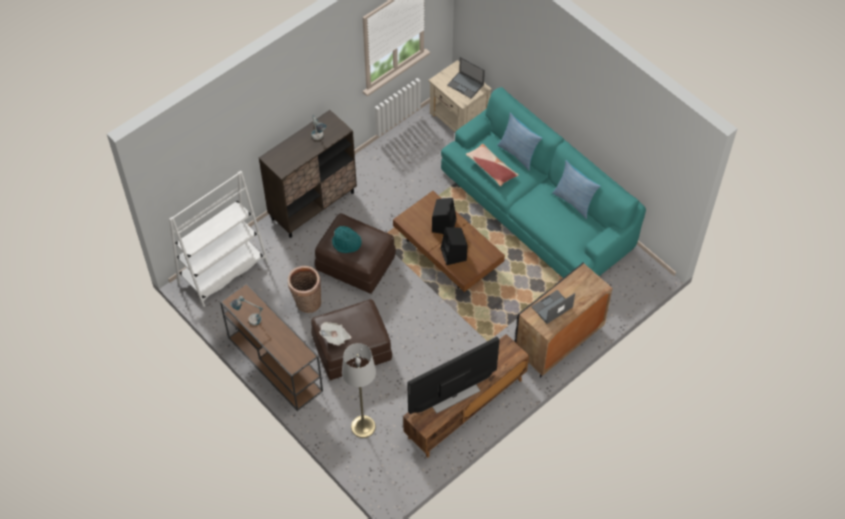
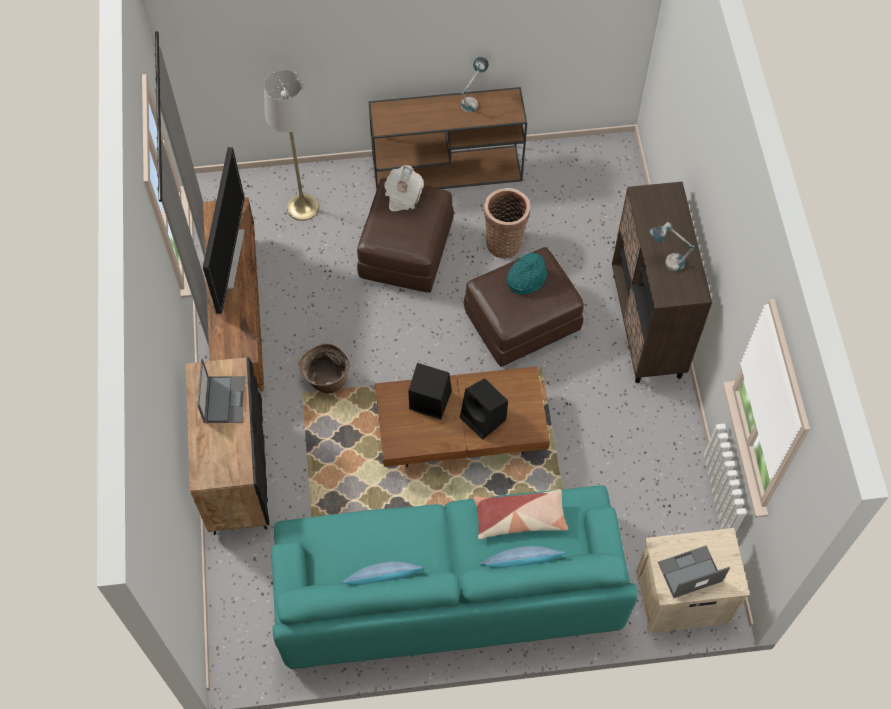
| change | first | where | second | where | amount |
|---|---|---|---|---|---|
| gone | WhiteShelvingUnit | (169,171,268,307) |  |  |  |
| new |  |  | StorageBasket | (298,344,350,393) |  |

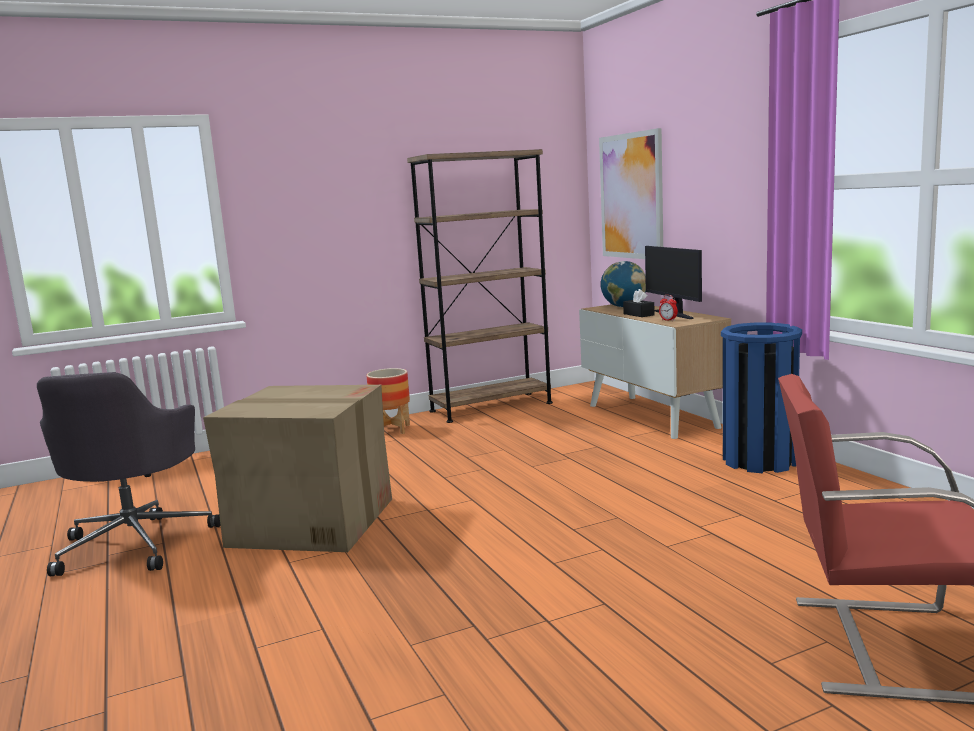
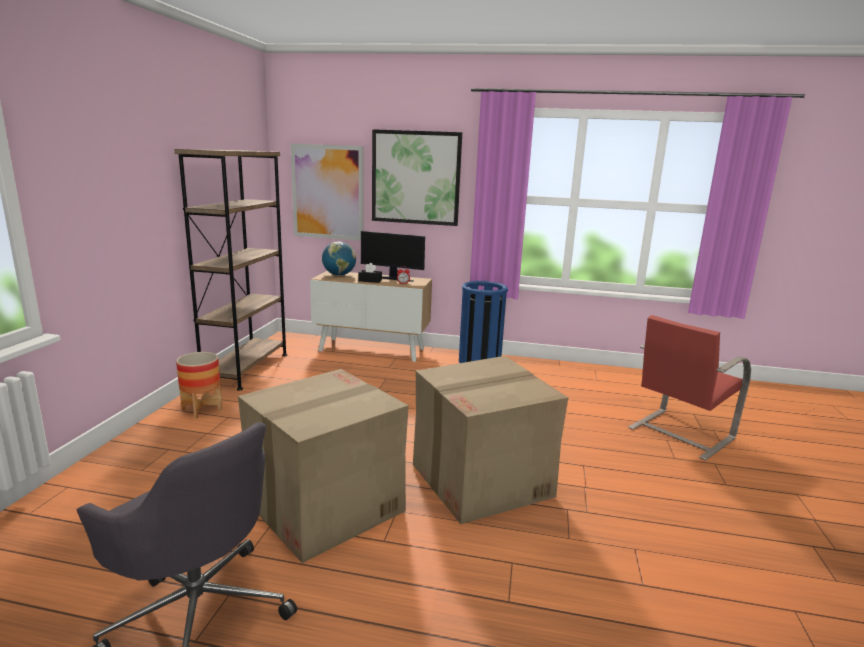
| change | first | where | second | where | amount |
|---|---|---|---|---|---|
| new |  |  | Picture | (372,129,462,226) |  |
| new |  |  | Carton | (413,356,568,524) |  |

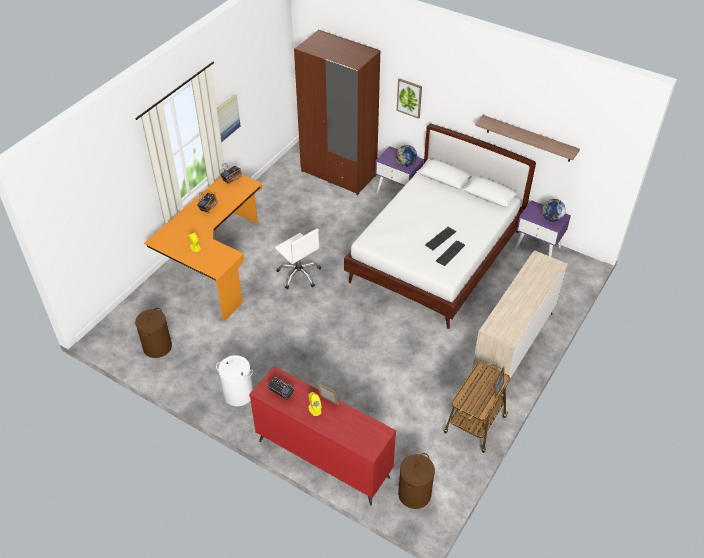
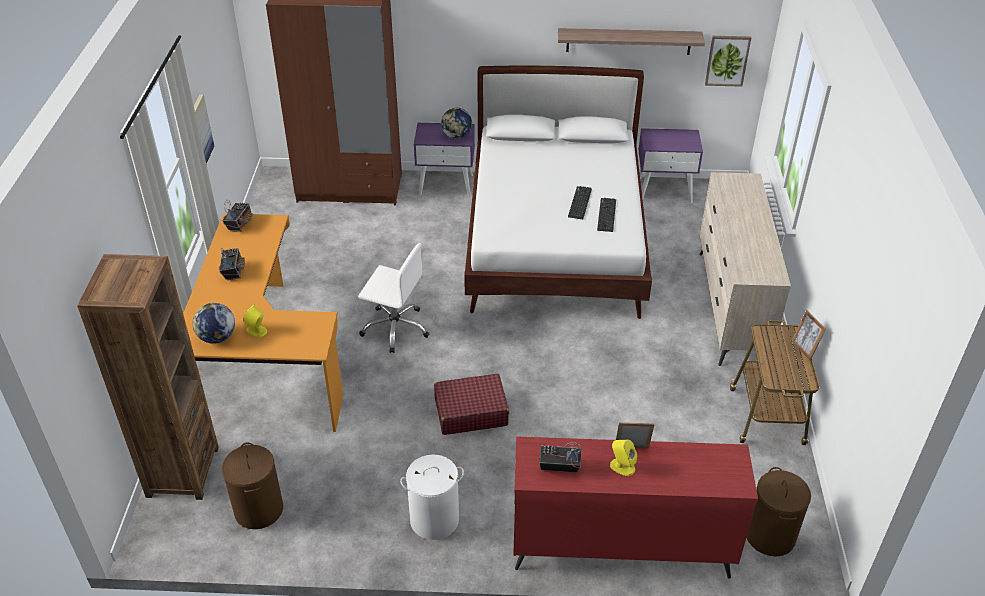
| change | first | where | second | where | amount |
|---|---|---|---|---|---|
| new |  |  | BrownColouredShelvingUnit | (77,254,219,500) |  |
| new |  |  | RedSuitcase | (434,374,509,435) |  |
| shifted | Picture | (397,78,422,119) |  | (705,36,751,87) |  |
| shifted | Globe | (542,199,566,222) |  | (193,303,235,344) |  |

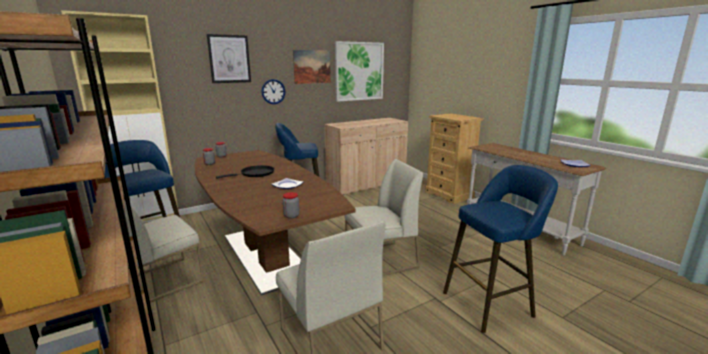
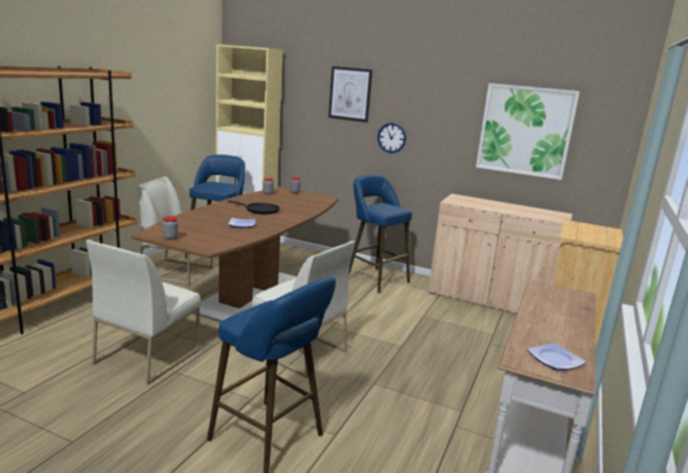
| change | first | where | second | where | amount |
|---|---|---|---|---|---|
| gone | Picture | (293,50,331,84) |  |  |  |

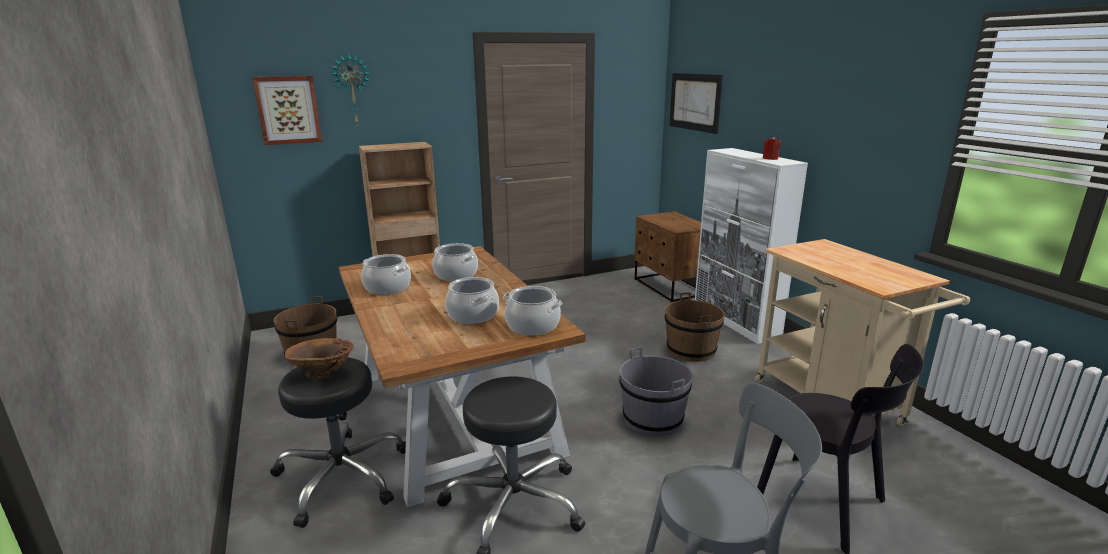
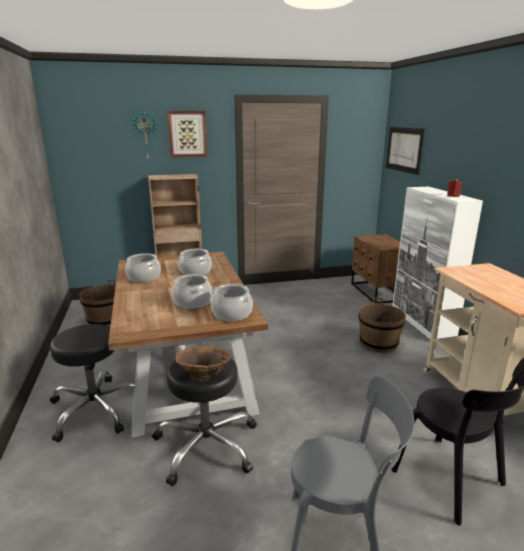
| change | first | where | second | where | amount |
|---|---|---|---|---|---|
| gone | GrayPail | (619,347,693,436) |  |  |  |
| shifted | Picture | (252,76,322,145) |  | (167,111,207,157) |  |
| shifted | BrownColouredFlowerVase | (285,338,354,380) |  | (175,346,231,382) |  |

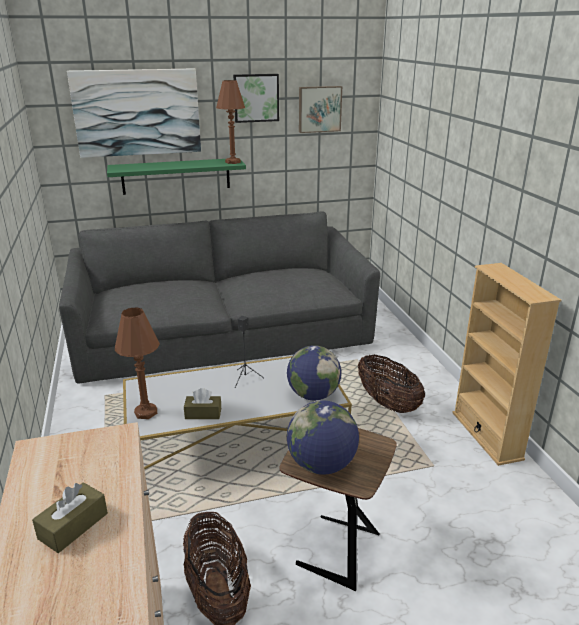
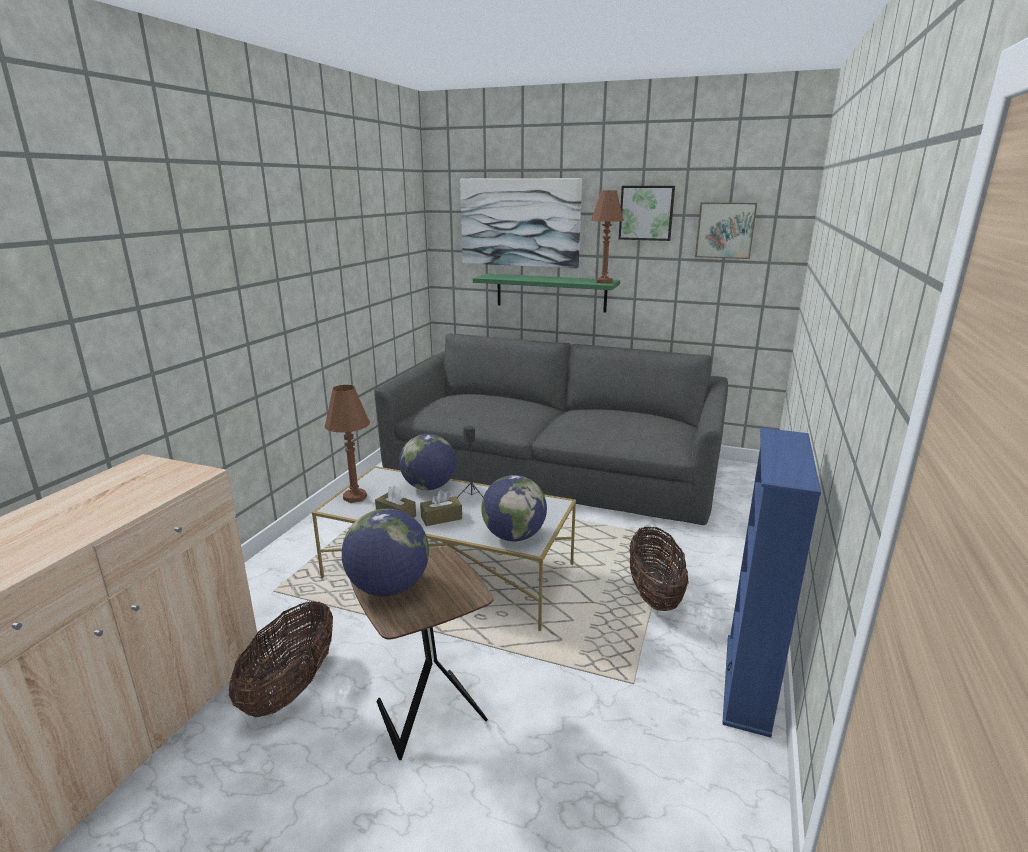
| change | first | where | second | where | amount |
|---|---|---|---|---|---|
| new |  |  | Globe | (399,434,456,490) |  |
| shifted | BrownColouredTissueHolder | (32,482,108,553) |  | (420,490,462,526) |  |
| repainted | BeigeShelvingUnit | (452,263,561,466) | BluishShelvingUnit | (722,428,821,738) |  |

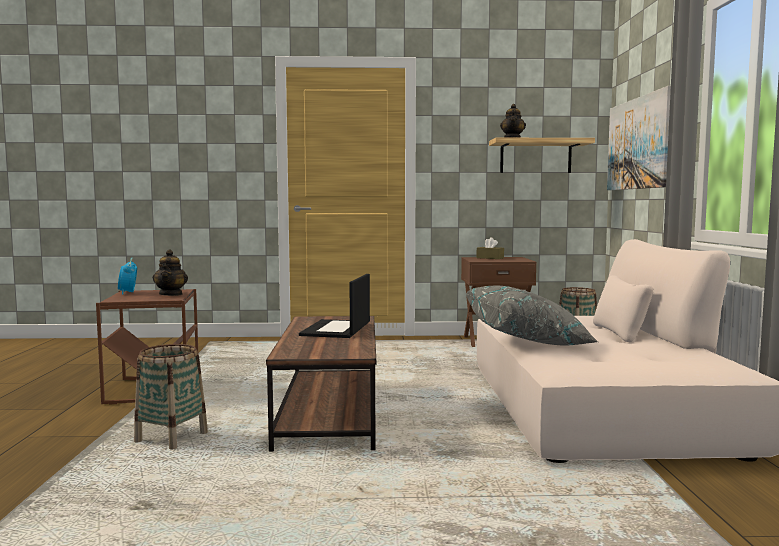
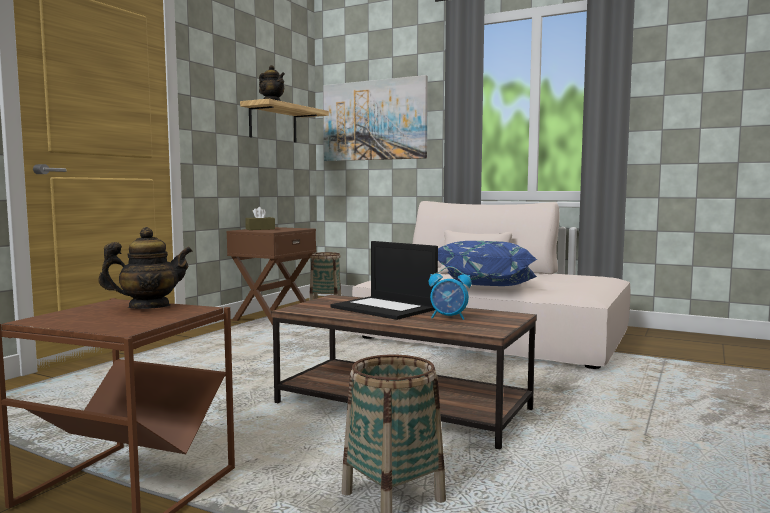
| change | first | where | second | where | amount |
|---|---|---|---|---|---|
| shifted | TableClock | (118,258,137,295) |  | (429,266,472,320) |  |
| repainted | GrayPillow | (466,285,598,345) | BluishPillow | (438,241,537,286) |  |
| rotated | TeaPot | (152,249,188,296) |  | (98,227,193,309) | 45 degrees counterclockwise |

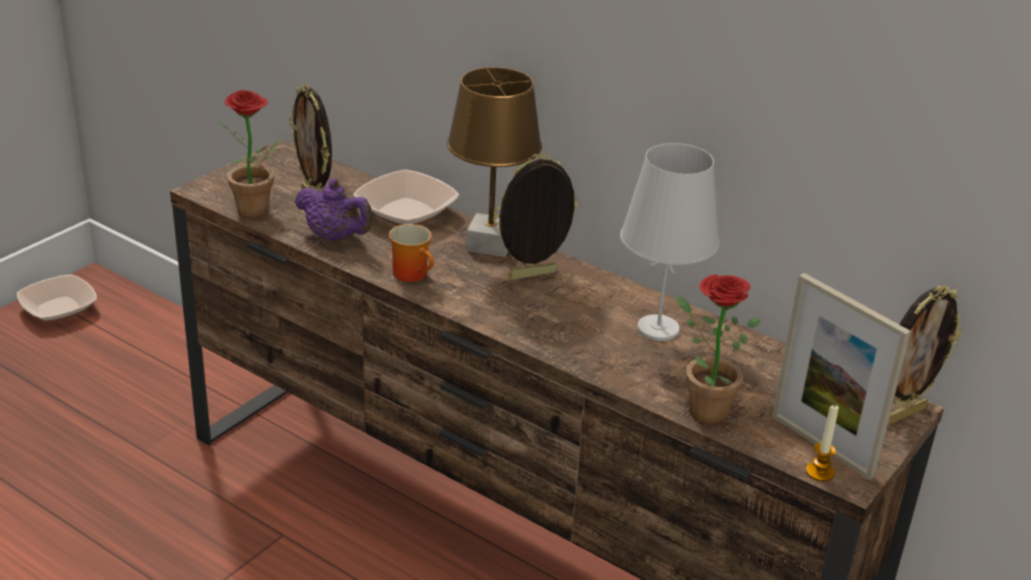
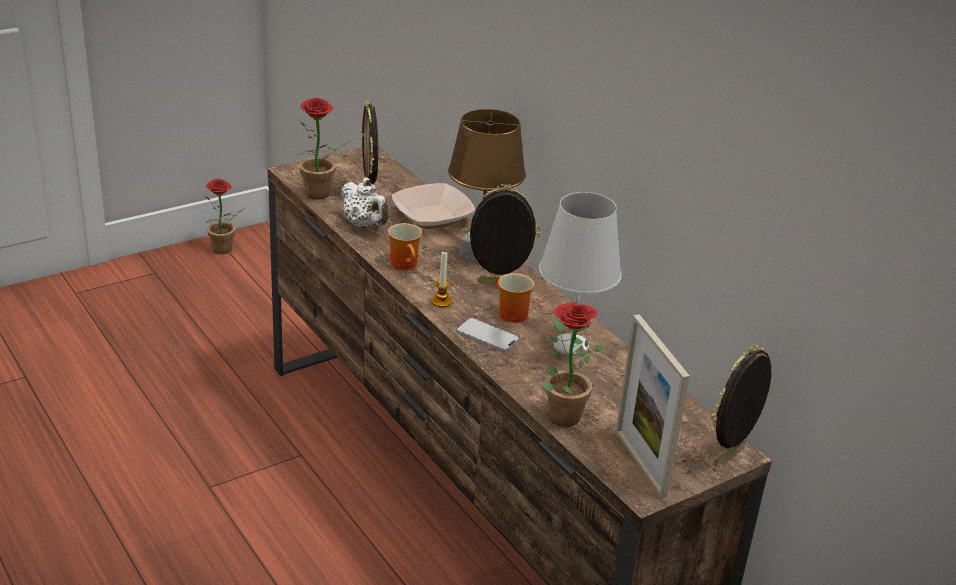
| change | first | where | second | where | amount |
|---|---|---|---|---|---|
| new |  |  | Telephone | (456,318,519,352) |  |
| new |  |  | CoffeeMug | (496,273,534,323) |  |
| shifted | WaxCandle | (806,405,839,482) |  | (432,251,452,307) |  |
| swapped | Bowl | (17,274,97,322) | Houseplant | (205,179,245,254) |  |
| repainted | PurplishTeaPot | (295,178,373,242) | WhiteTeaPot | (341,178,388,228) |  |
| rotated | PictureFrame | (888,285,962,425) |  | (711,344,771,466) | 150 degrees clockwise |

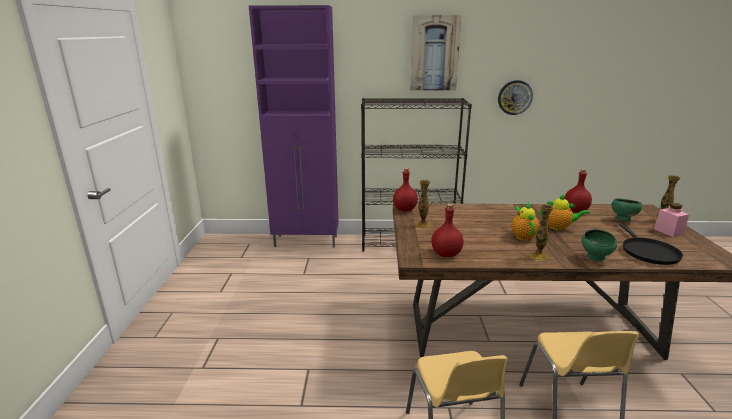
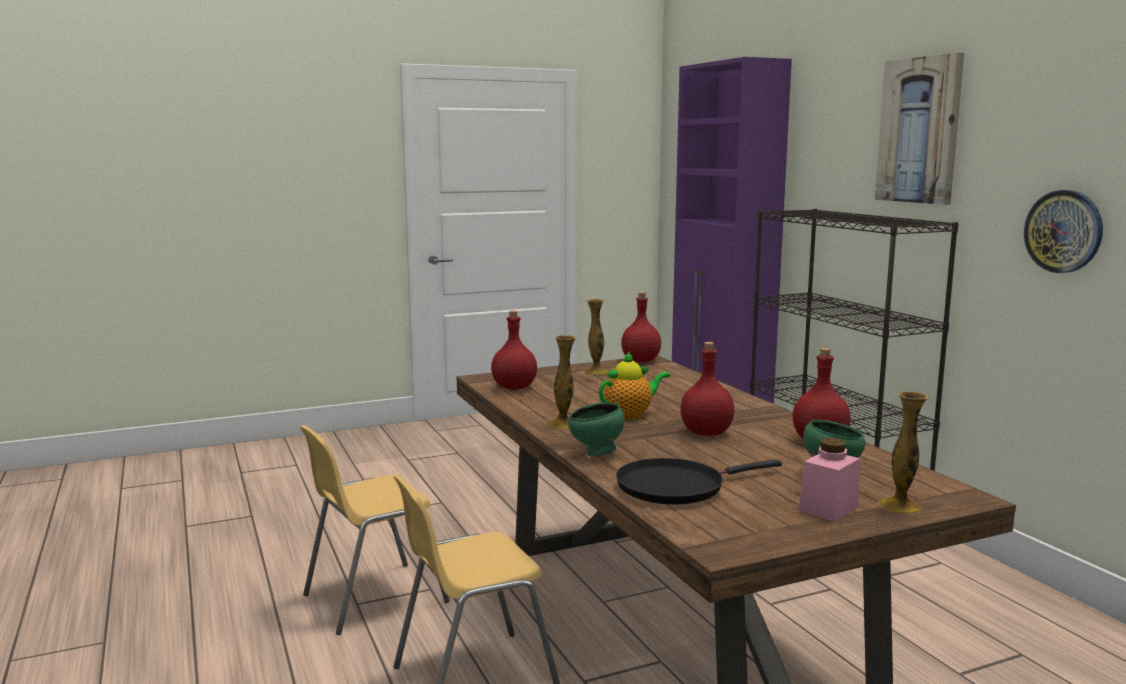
| change | first | where | second | where | amount |
|---|---|---|---|---|---|
| swapped | TeaPot | (540,194,590,230) | RedBeverageBottle | (680,342,734,436) |  |

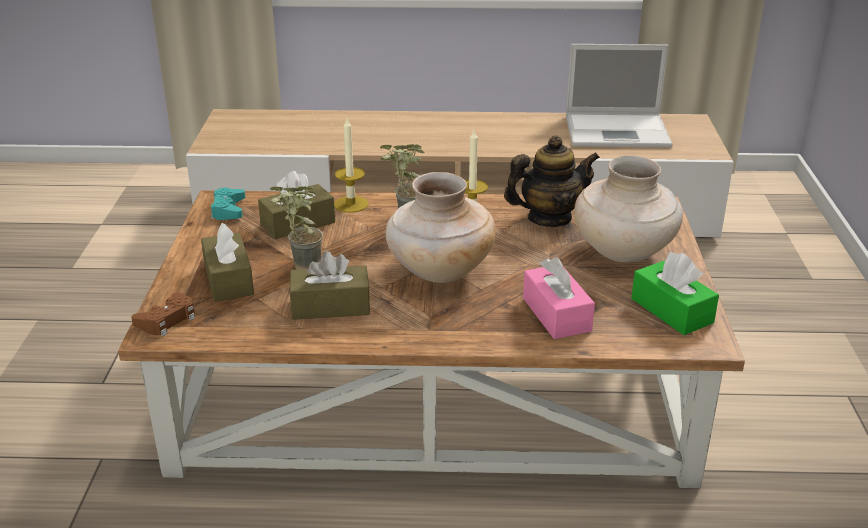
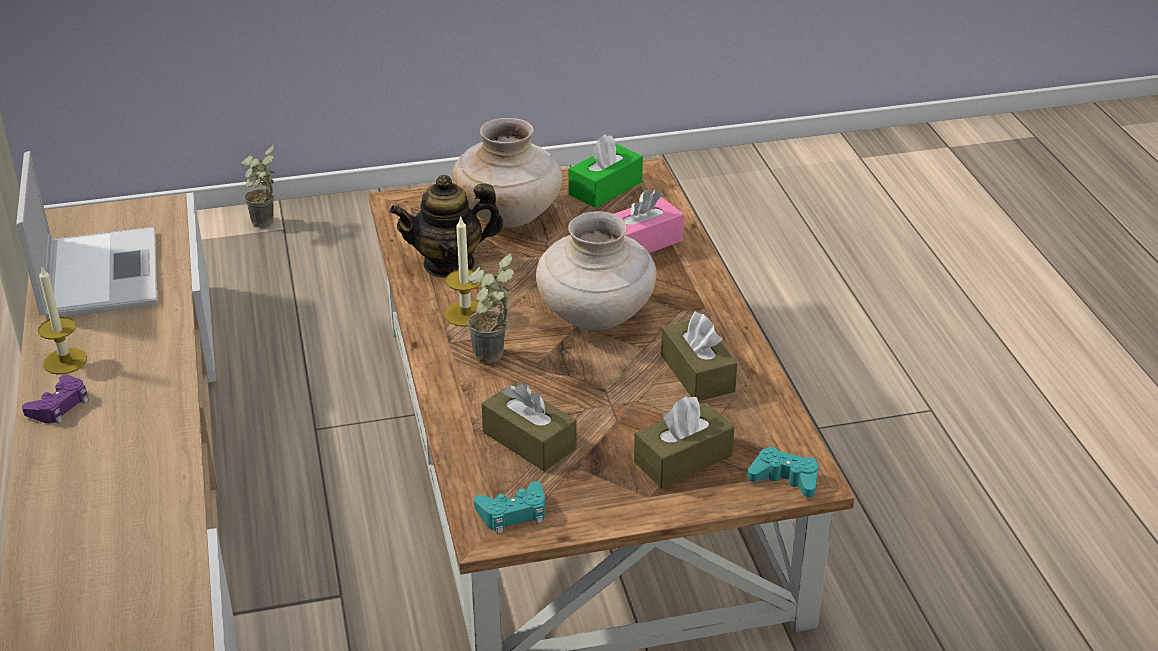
| change | first | where | second | where | amount |
|---|---|---|---|---|---|
| new |  |  | PurplishGamepad | (22,374,89,424) |  |
| shifted | Houseplant | (270,186,323,270) |  | (242,145,275,227) |  |
| shifted | WaxCandle | (334,118,369,213) |  | (38,267,87,375) |  |
| repainted | BrownColouredGamepad | (131,292,195,336) | TurquoiseColouredGamepad | (747,446,818,497) |  |
| rotated | TeaPot | (504,135,600,227) |  | (390,175,503,278) | 75 degrees counterclockwise |

